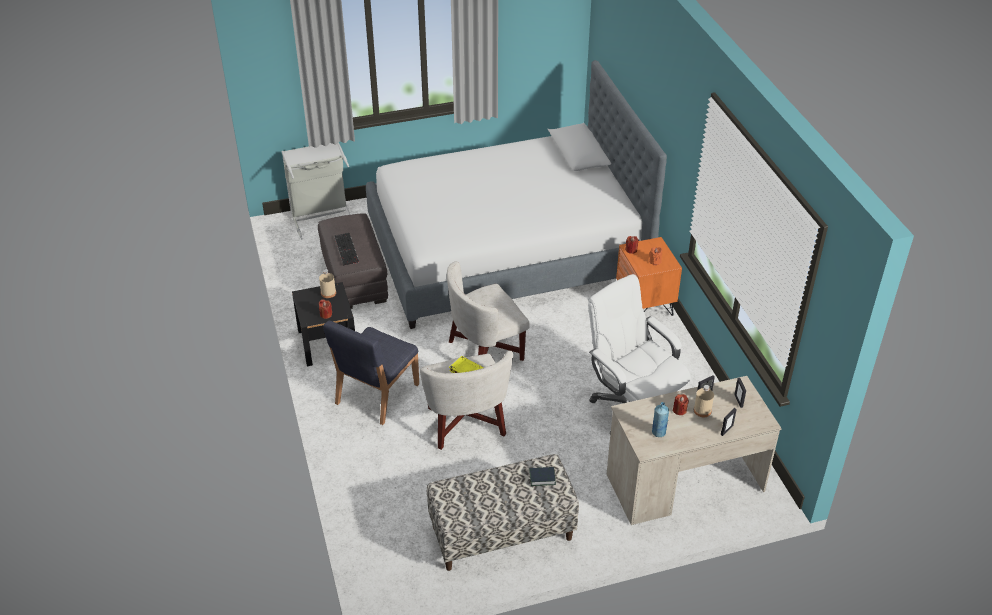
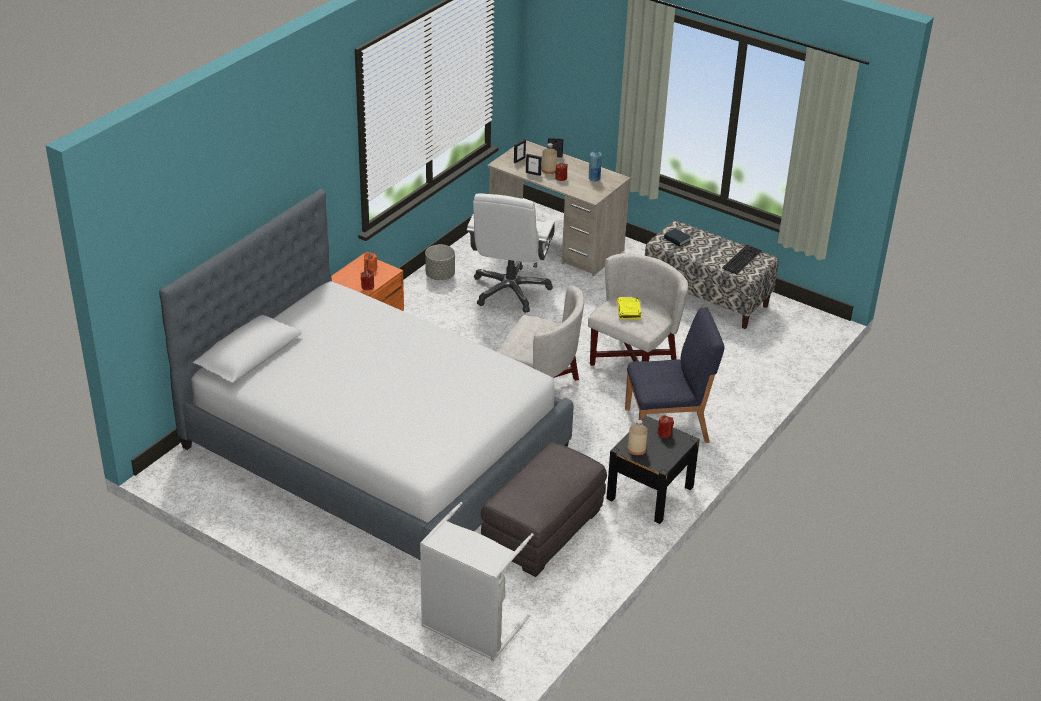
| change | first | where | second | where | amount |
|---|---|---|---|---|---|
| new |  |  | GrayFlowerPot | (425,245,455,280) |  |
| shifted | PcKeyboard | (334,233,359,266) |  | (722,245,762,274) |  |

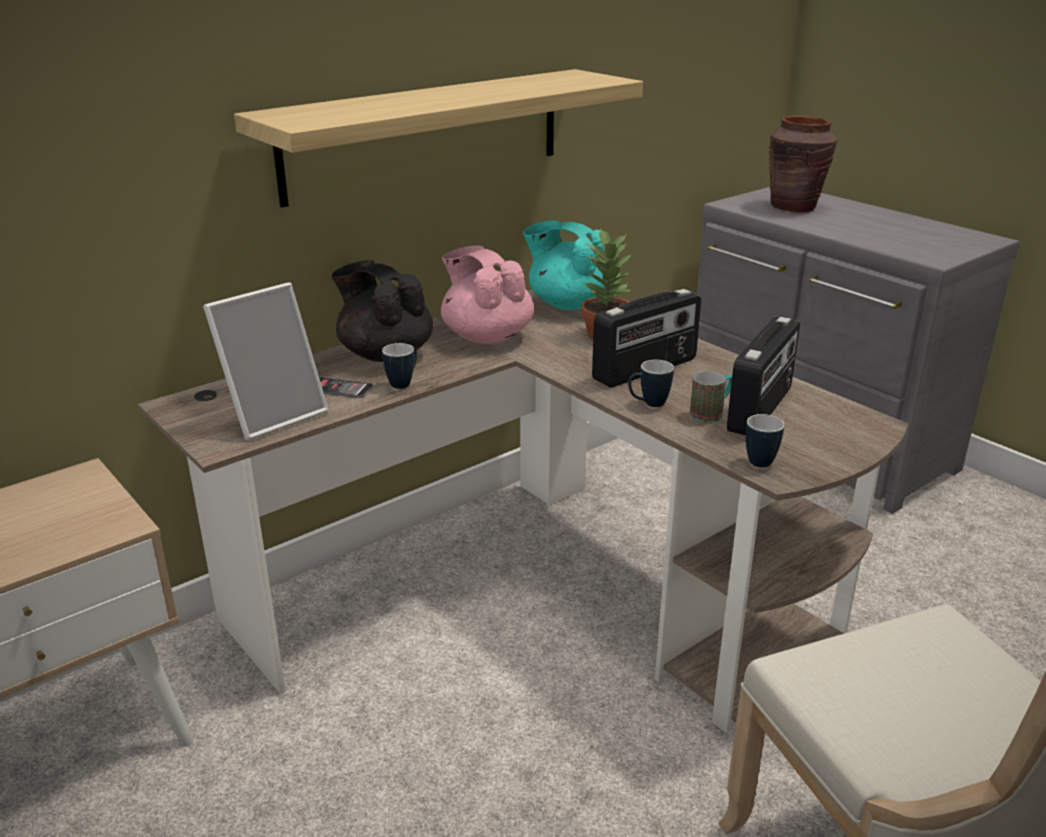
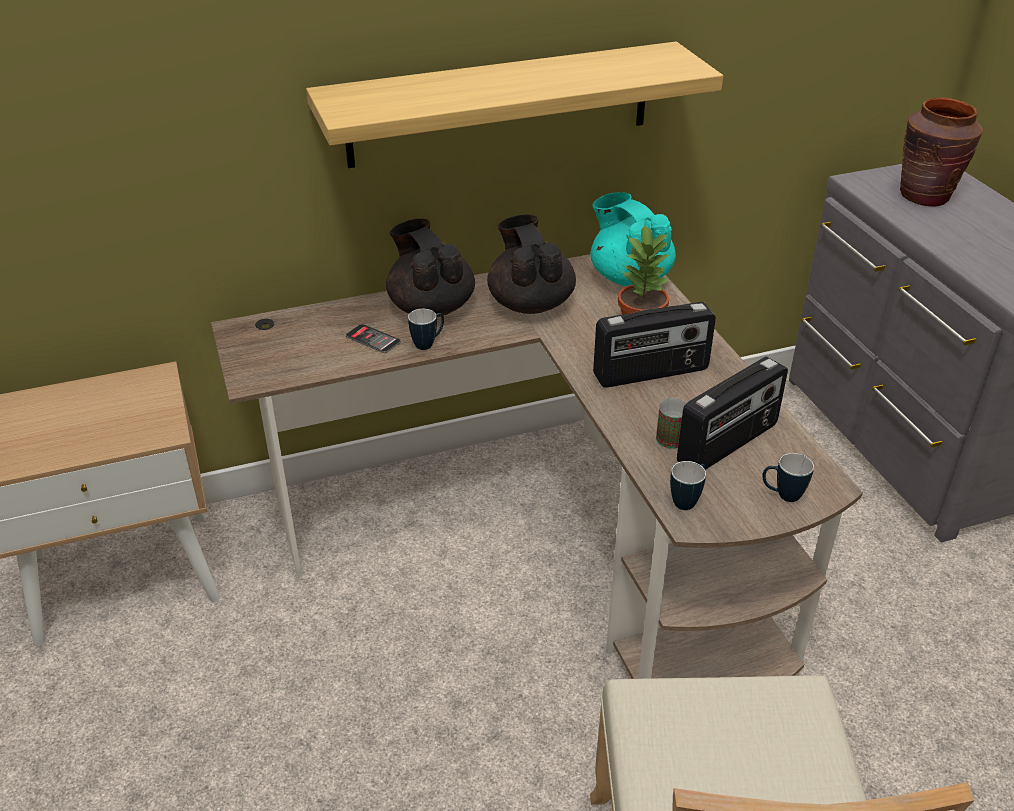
| change | first | where | second | where | amount |
|---|---|---|---|---|---|
| gone | PictureFrame | (203,282,328,441) |  |  |  |
| shifted | CoffeeMug | (628,360,674,407) |  | (762,453,814,502) |  |
| repainted | PinkishTeaPot | (441,245,534,344) | BlackishTeaPot | (487,214,576,314) |  |

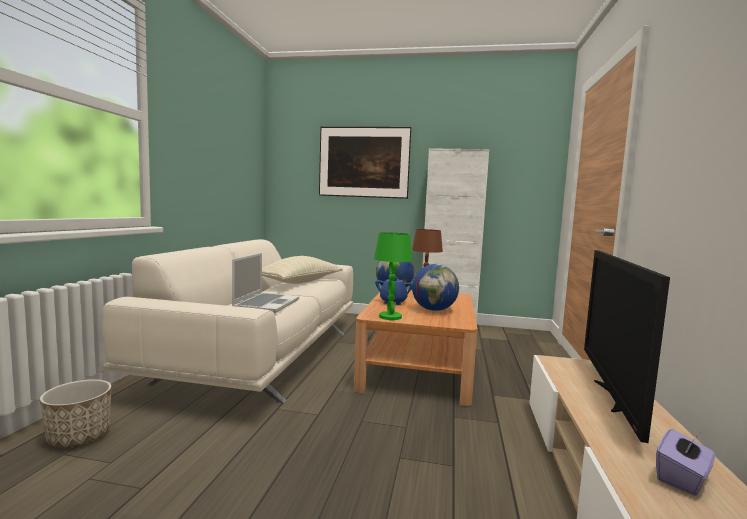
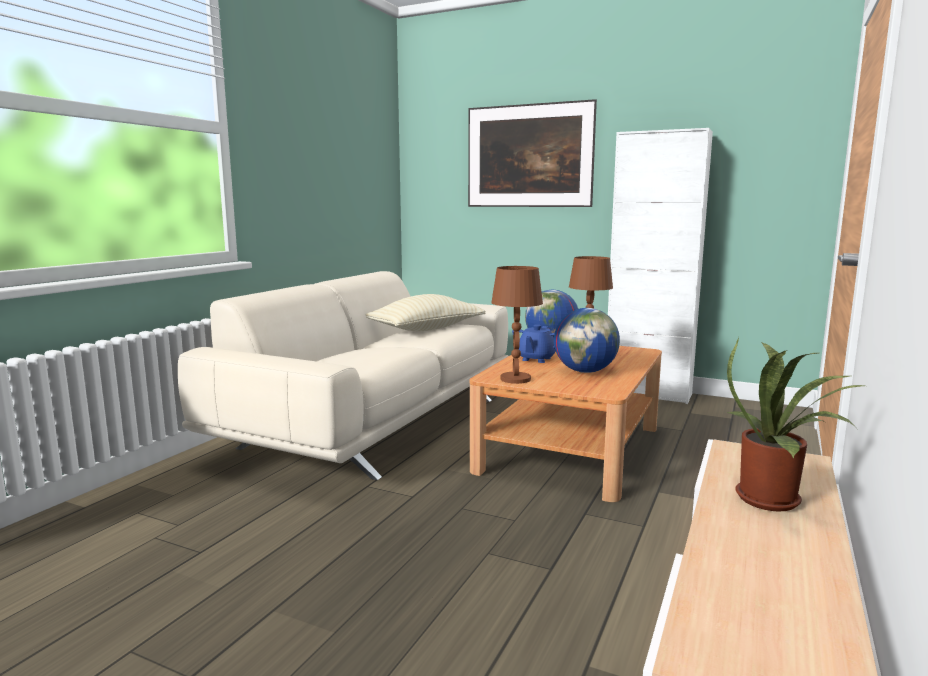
| change | first | where | second | where | amount |
|---|---|---|---|---|---|
| gone | FlowerPot | (40,379,111,447) |  |  |  |
| gone | NotebookComputer | (232,253,299,313) |  |  |  |
| gone | PurplishTissueHolder | (656,429,715,496) |  |  |  |
| swapped | TvSet | (584,250,670,443) | Houseplant | (727,337,864,511) |  |
| repainted | GreenLampForATable | (374,232,412,320) | BrownColouredLampForATable | (491,266,543,384) |  |

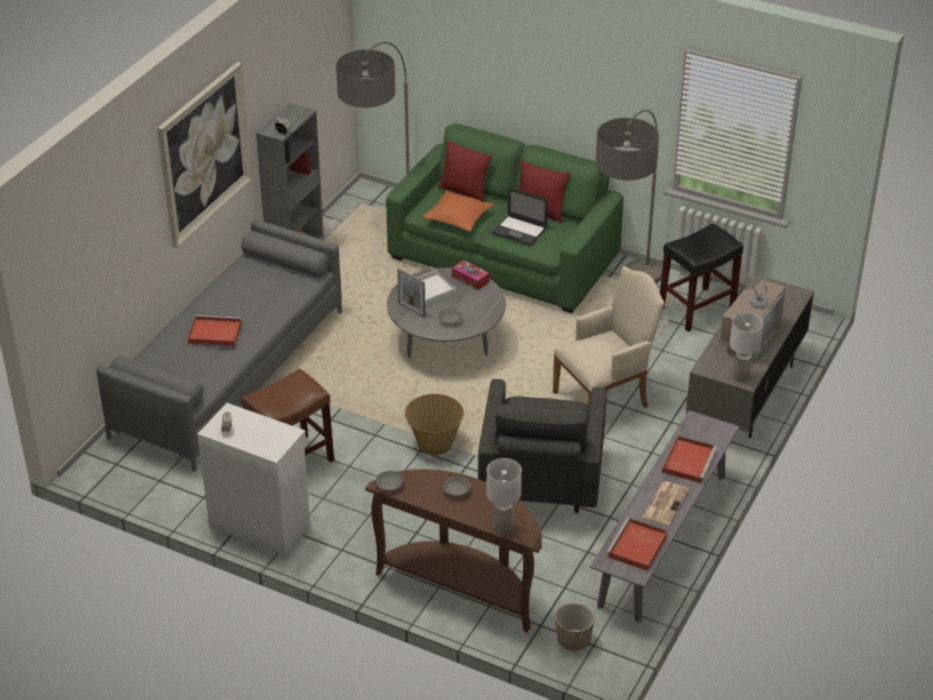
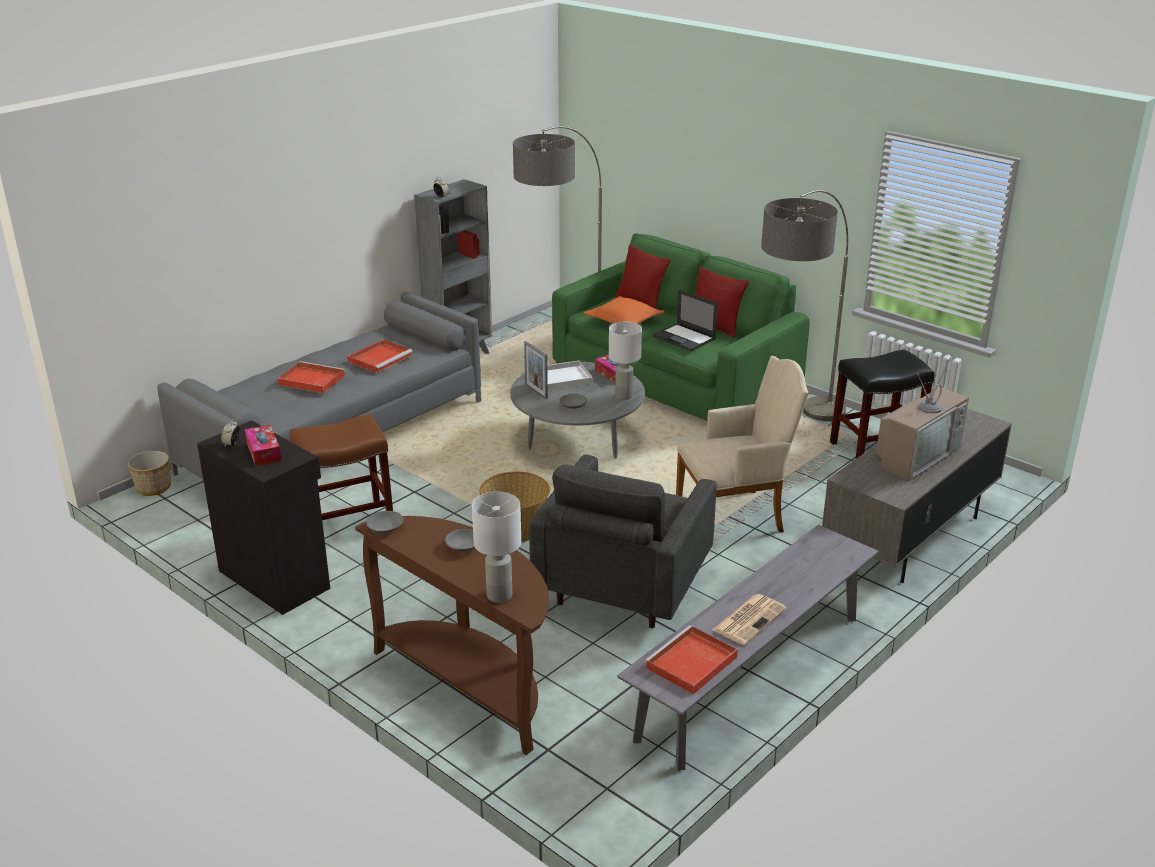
| change | first | where | second | where | amount |
|---|---|---|---|---|---|
| gone | Picture | (157,62,252,248) |  |  |  |
| new |  |  | TissueHolder | (245,425,281,466) |  |
| shifted | FlowerPot | (555,603,595,651) |  | (128,451,171,496) |  |
| shifted | RedTray | (662,436,717,483) |  | (347,339,413,373) |  |
| shifted | WhiteLampForATable | (730,313,764,382) |  | (609,322,642,400) |  |
| repainted | WhiteCupboard | (197,403,310,556) | BlackishCupboard | (197,420,330,615) |  |

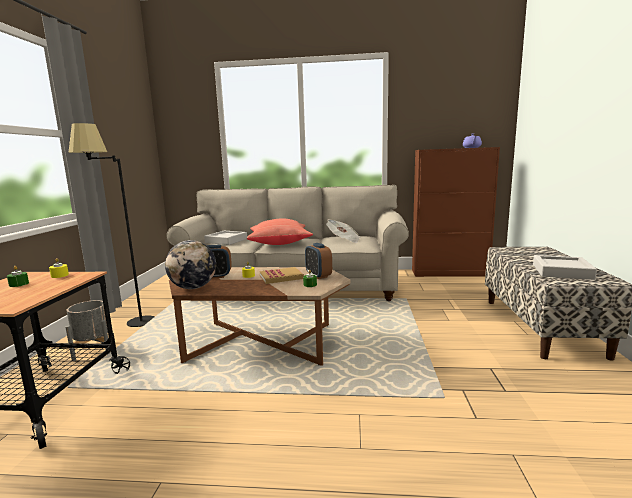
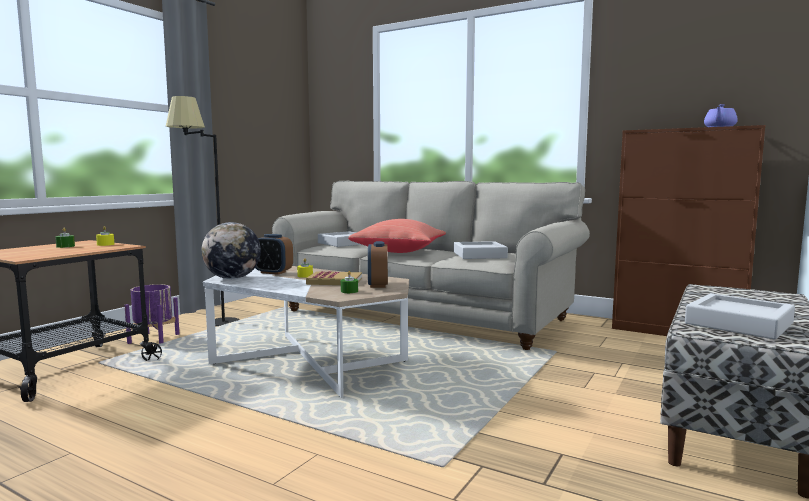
| change | first | where | second | where | amount |
|---|---|---|---|---|---|
| swapped | Newspaper | (326,219,361,243) | GrayTray | (454,241,508,259) |  |
| repainted | GrayFlowerPot | (65,300,111,361) | PurplishFlowerPot | (124,284,179,344) |  |
| repainted | BrownColouredLoungeTable | (169,267,351,366) | WhiteLoungeTable | (203,266,409,398) |  |

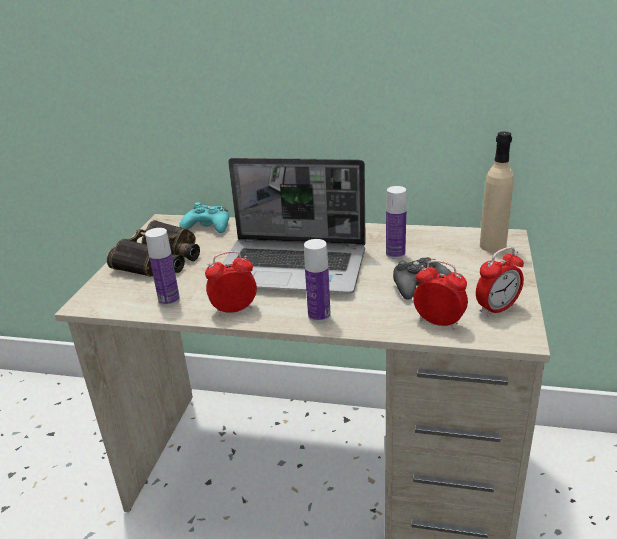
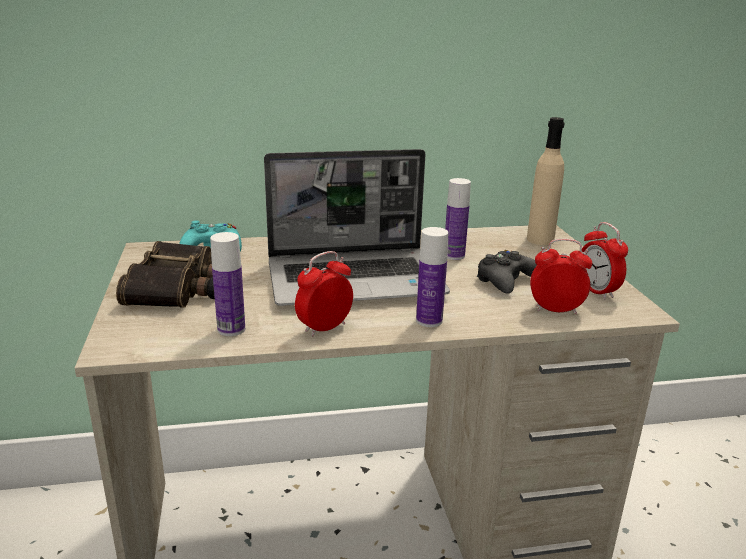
| change | first | where | second | where | amount |
|---|---|---|---|---|---|
| rotated | TableClock | (476,247,524,317) |  | (582,222,628,299) | 120 degrees clockwise |

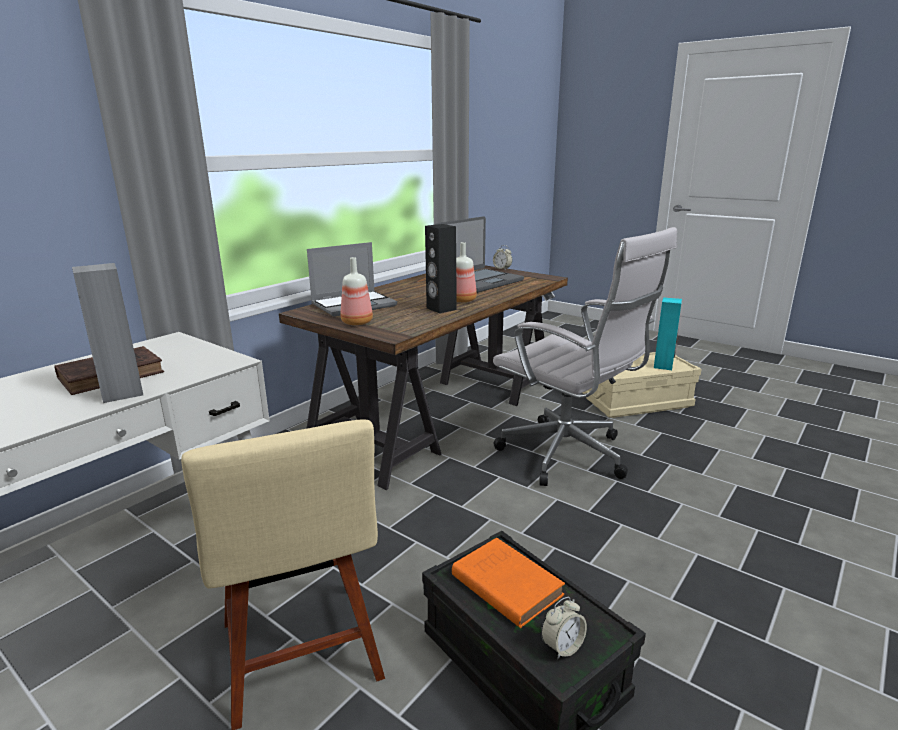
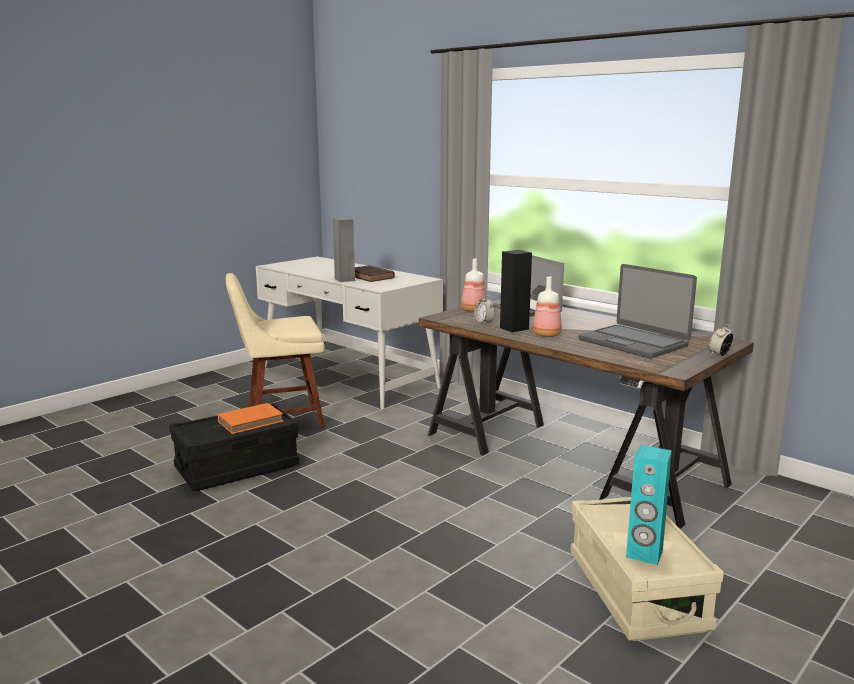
| change | first | where | second | where | amount |
|---|---|---|---|---|---|
| gone | WhiteComputerChair | (493,227,677,486) |  |  |  |
| shifted | TableClock | (541,597,587,659) |  | (474,295,495,323) |  |

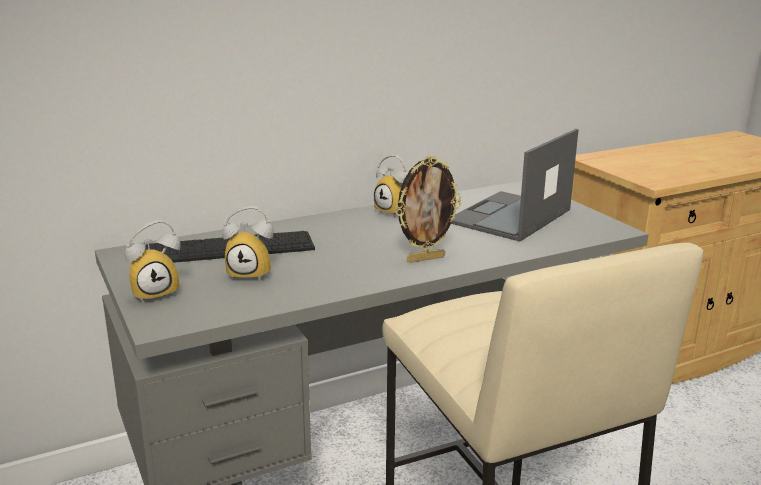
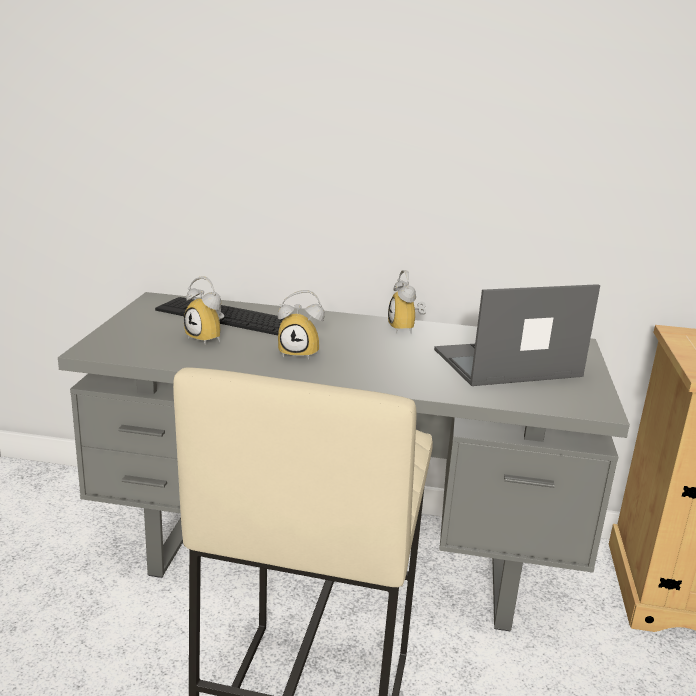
| change | first | where | second | where | amount |
|---|---|---|---|---|---|
| gone | PictureFrame | (395,156,461,263) |  |  |  |
| shifted | TableClock | (125,220,181,303) |  | (278,290,325,360) |  |

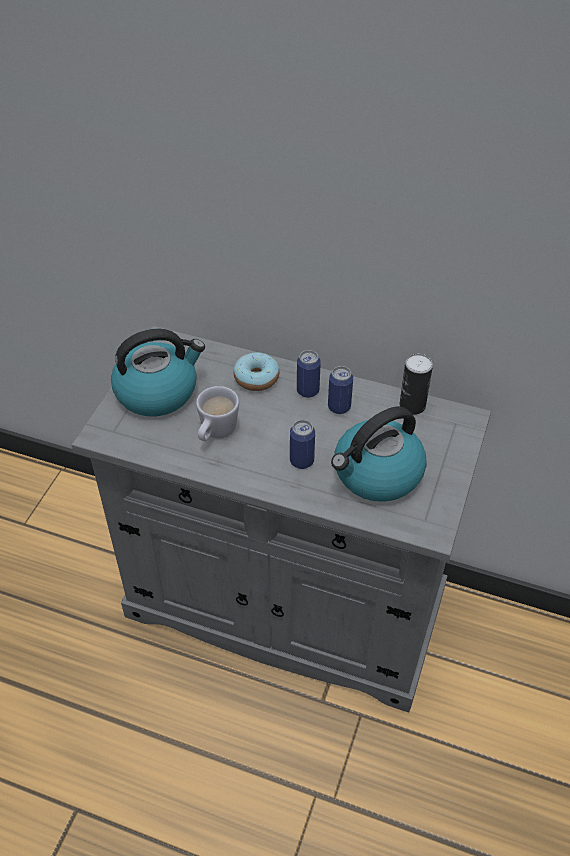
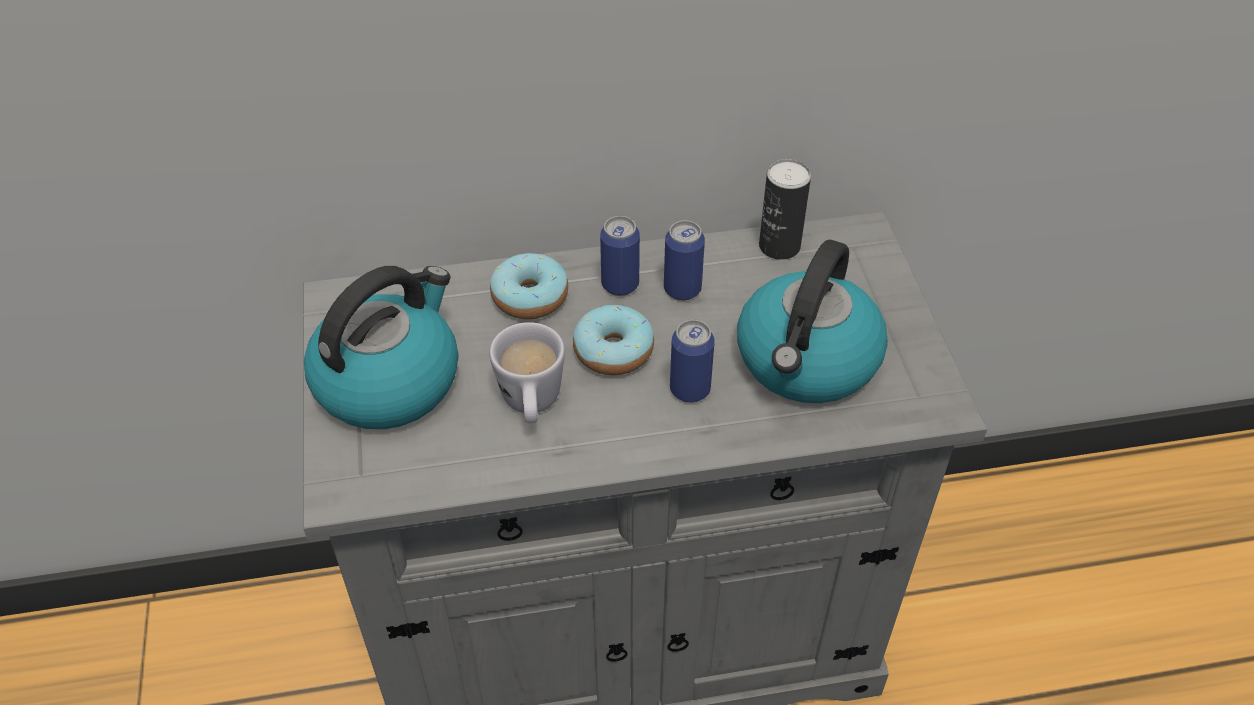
| change | first | where | second | where | amount |
|---|---|---|---|---|---|
| new |  |  | Donut | (573,305,654,375) |  |

